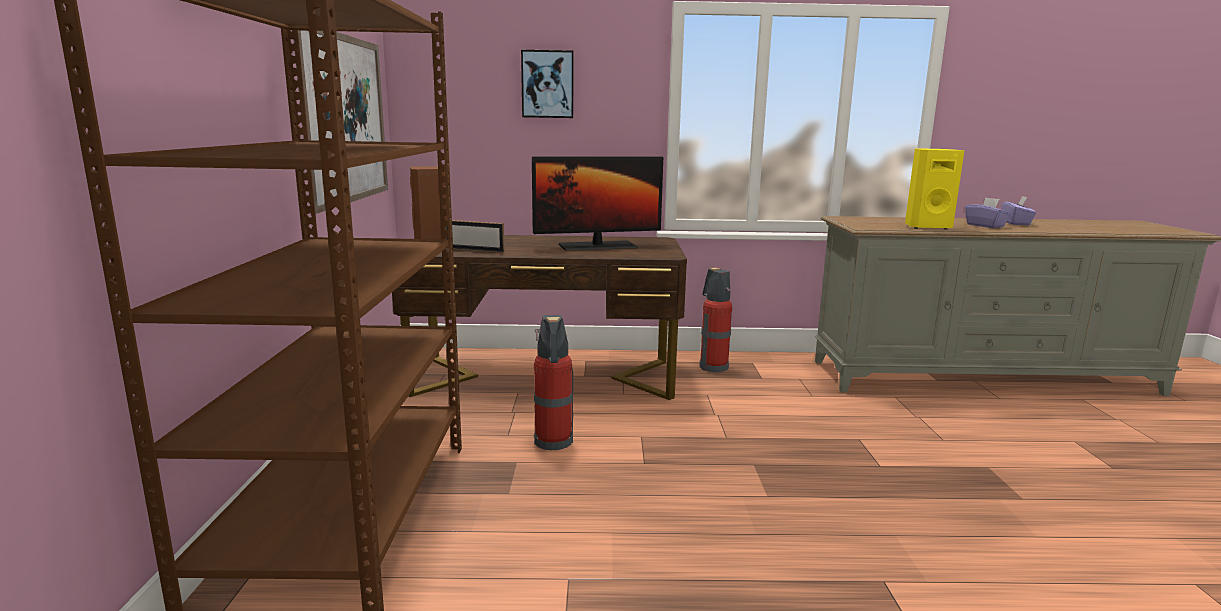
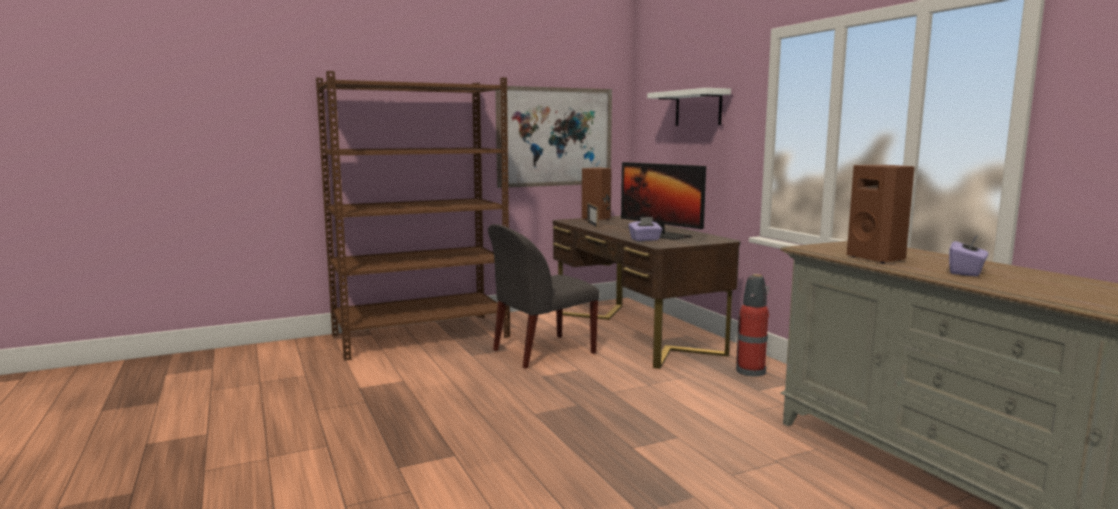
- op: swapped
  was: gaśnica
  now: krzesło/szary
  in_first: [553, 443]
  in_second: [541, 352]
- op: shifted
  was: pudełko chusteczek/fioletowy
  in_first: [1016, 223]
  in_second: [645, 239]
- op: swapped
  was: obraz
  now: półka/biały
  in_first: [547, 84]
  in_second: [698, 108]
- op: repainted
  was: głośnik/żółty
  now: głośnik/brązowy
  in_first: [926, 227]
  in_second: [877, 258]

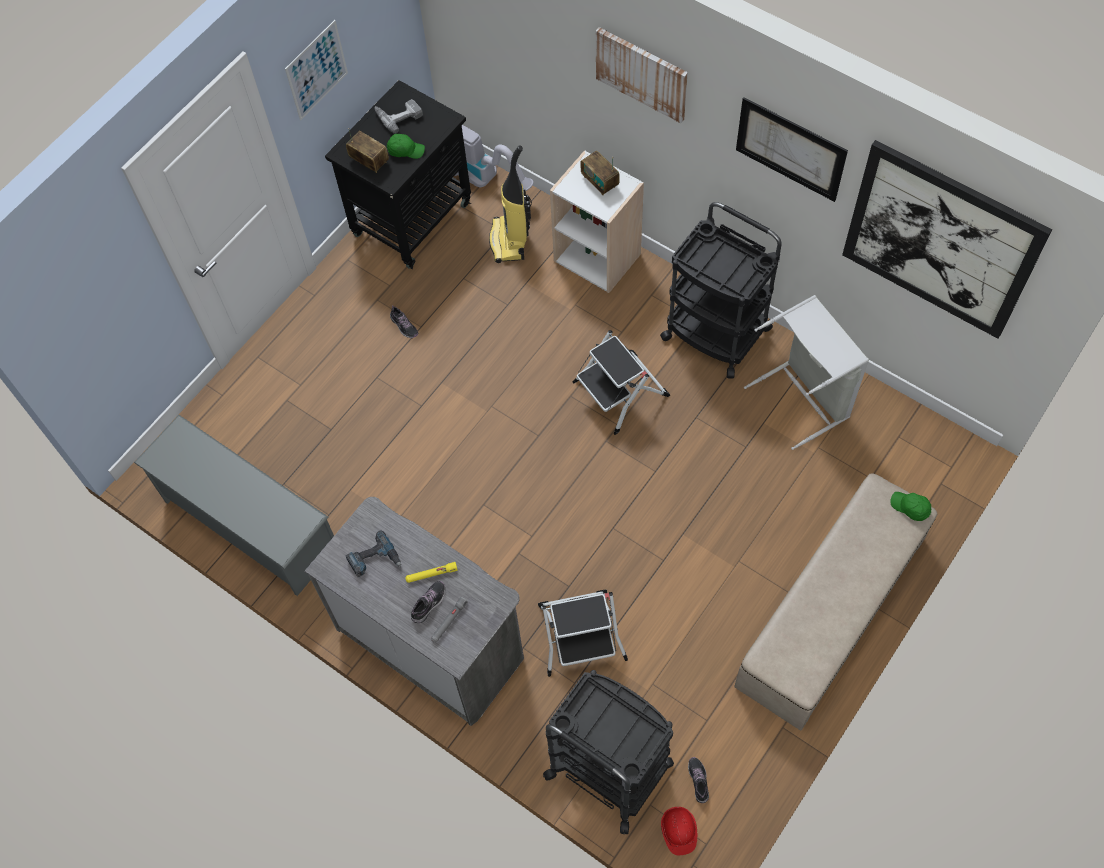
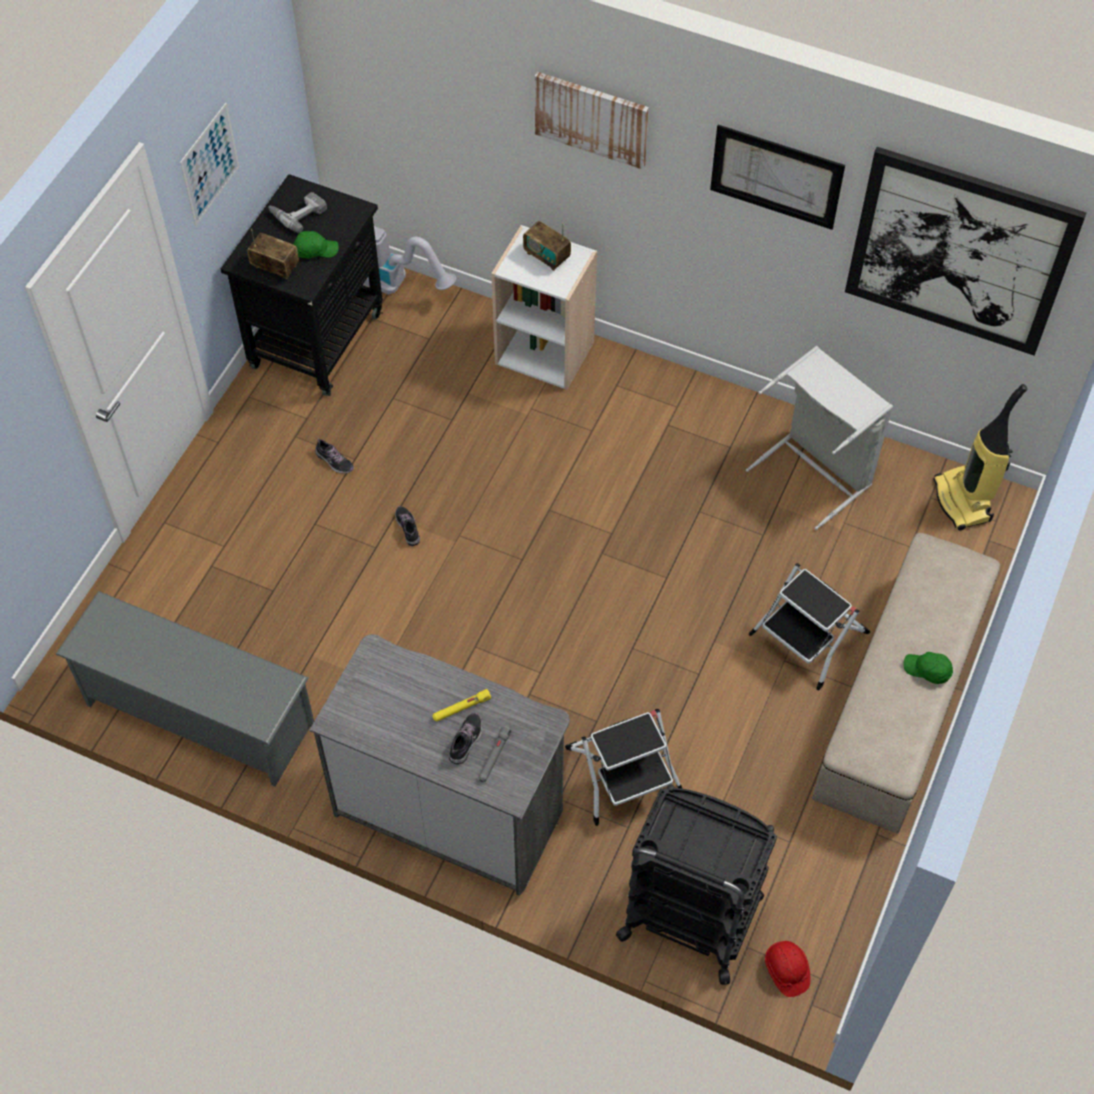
- op: shifted
  was: but
  in_first: [698, 781]
  in_second: [408, 528]
- op: shifted
  was: drabinka
  in_first: [620, 391]
  in_second: [809, 636]
- op: shifted
  was: czapka z daszkiem/zielony
  in_first: [910, 508]
  in_second: [927, 670]
- op: shifted
  was: odkurzacz
  in_first: [510, 241]
  in_second: [963, 501]
- op: gone
  was: wiertarka
  in_first: [374, 560]
- op: gone
  was: wózek/czarny
  in_first: [715, 333]

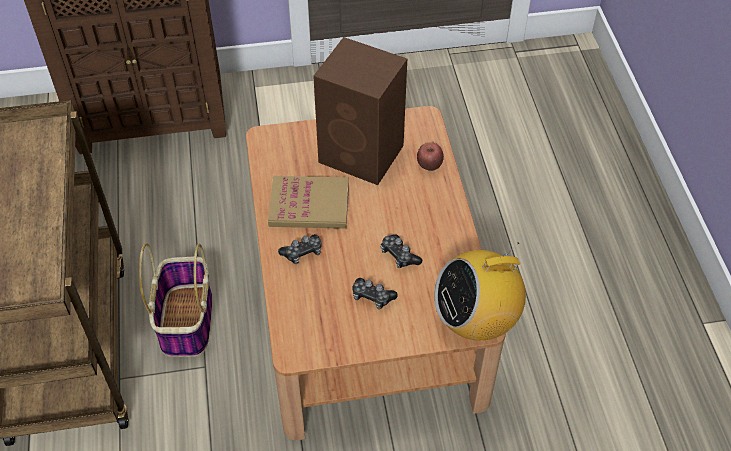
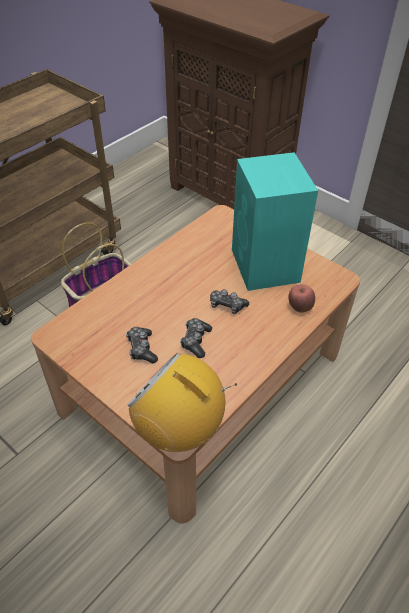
- op: shifted
  was: pad do gier
  in_first: [302, 253]
  in_second: [227, 305]
- op: repainted
  was: głośnik/brązowy
  now: głośnik/turkusowy
  in_first: [363, 154]
  in_second: [265, 267]
- op: gone
  was: książka
  in_first: [309, 205]

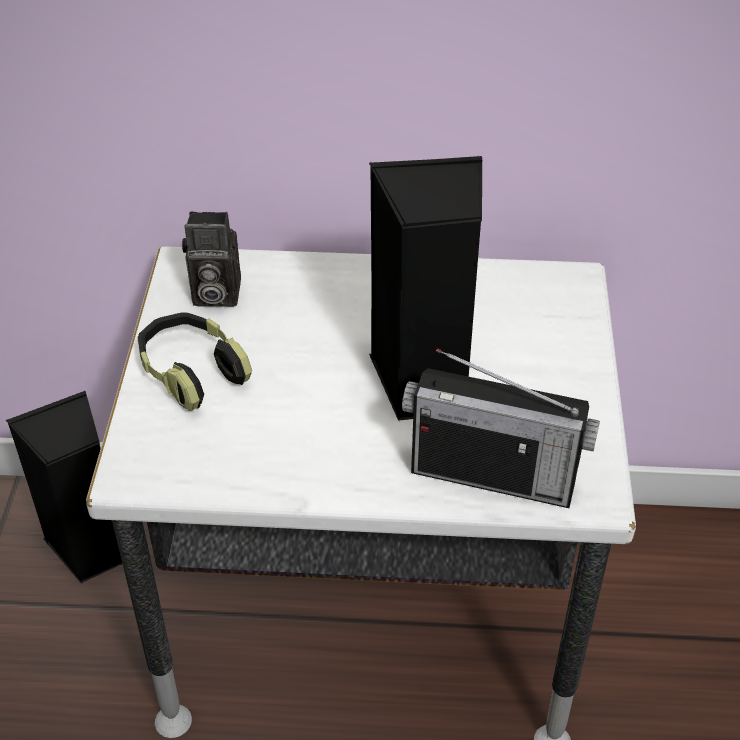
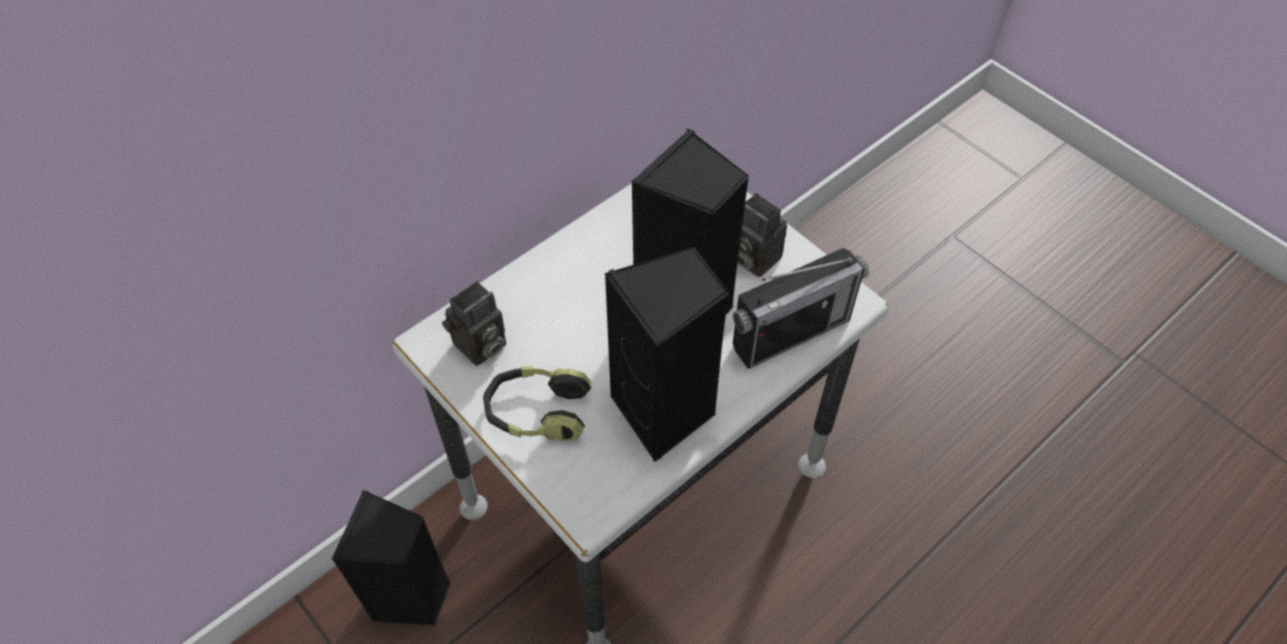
- op: new
  now: głośnik/czarny
  in_second: [666, 412]
- op: new
  now: aparat fotograficzny
  in_second: [752, 258]

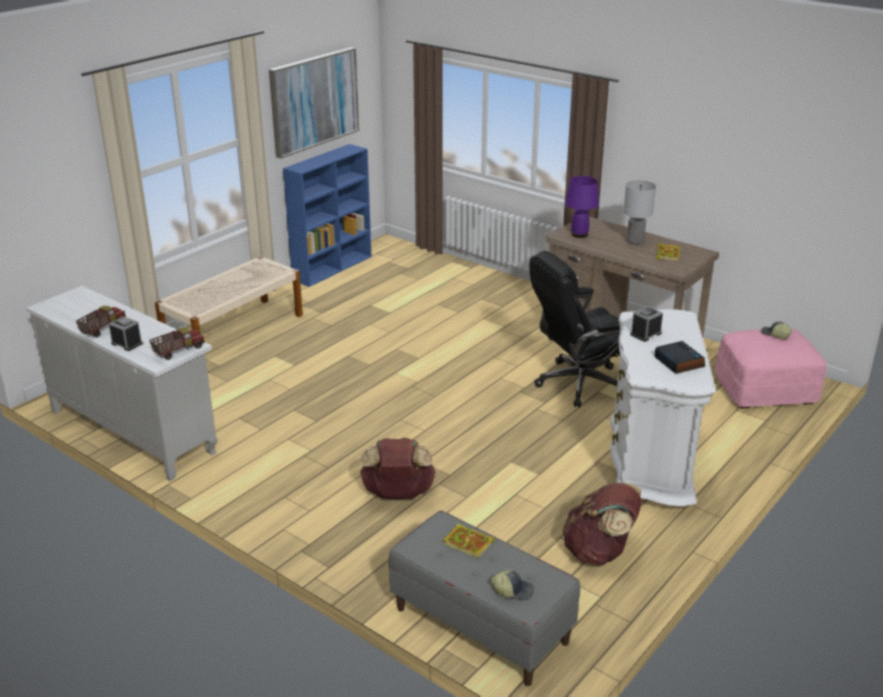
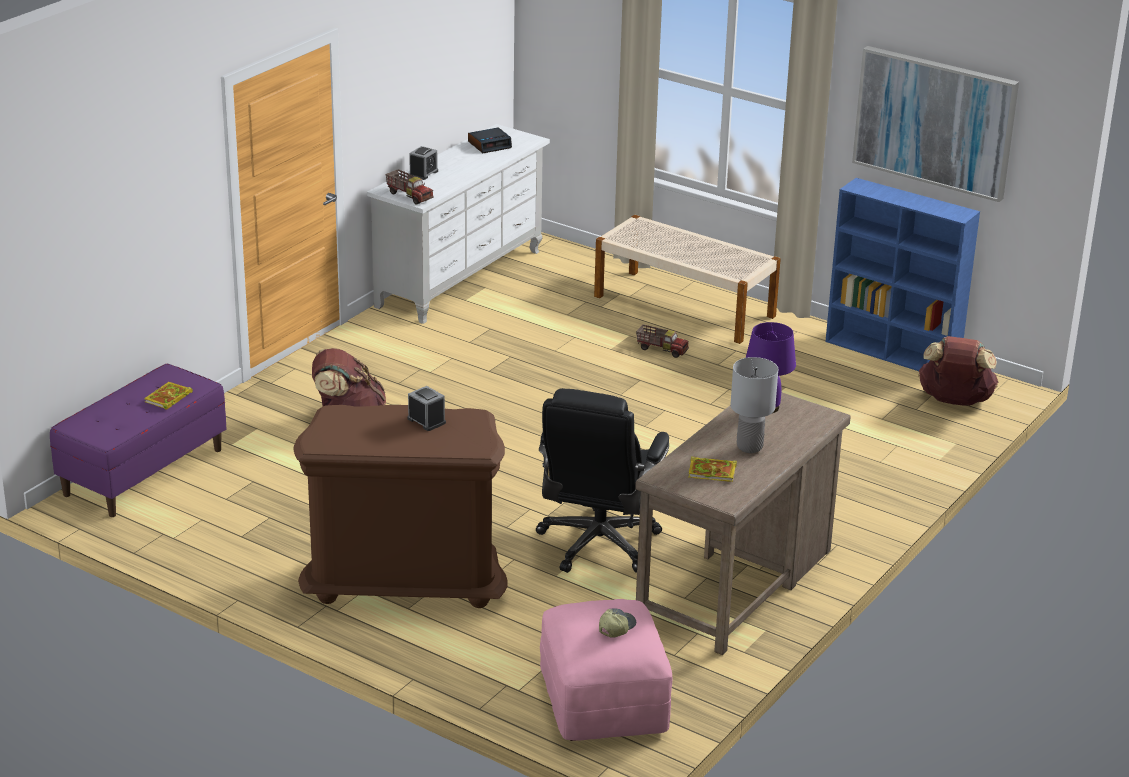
- op: repainted
  was: ławka/szary
  now: ławka/fioletowy
  in_first: [480, 626]
  in_second: [143, 472]
- op: repainted
  was: komoda/biały
  now: komoda/brązowy
  in_first: [650, 465]
  in_second: [405, 584]
- op: shifted
  was: budzik
  in_first: [678, 362]
  in_second: [490, 145]
- op: rotated
  was: krzesło biurowe/czarny
  in_first: [580, 383]
  in_second: [599, 543]
  clockwise: -135
- op: shifted
  was: ciężarówka zabawkowa
  in_first: [102, 328]
  in_second: [661, 349]
- op: shifted
  was: plecak/brązowy
  in_first: [599, 552]
  in_second: [954, 401]
- op: gone
  was: czapka z daszkiem
  in_first: [513, 590]

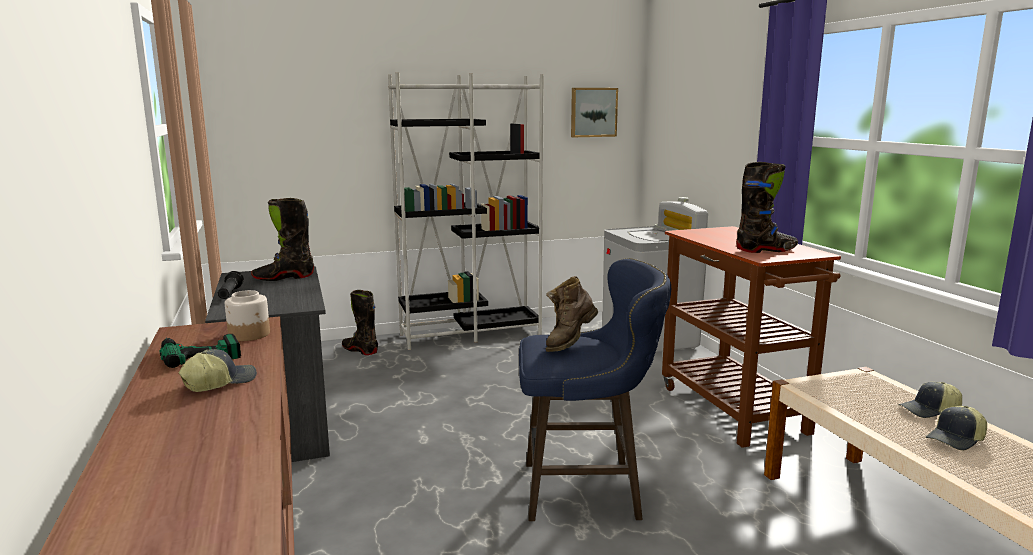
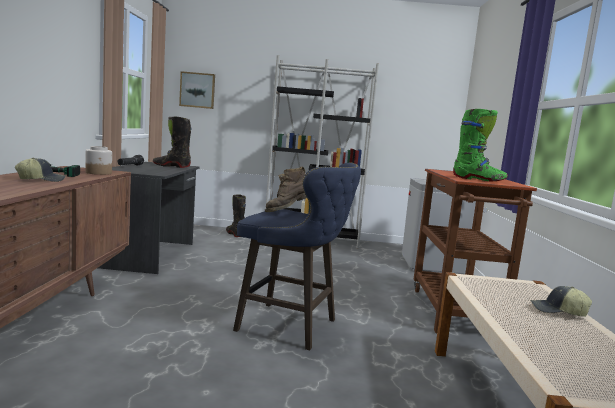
- op: shifted
  was: obraz
  in_first: [593, 112]
  in_second: [197, 90]
- op: repainted
  was: but z cholewką/czarny
  now: but z cholewką/zielony
  in_first: [766, 250]
  in_second: [479, 179]
- op: gone
  was: czapka z daszkiem
  in_first: [956, 440]

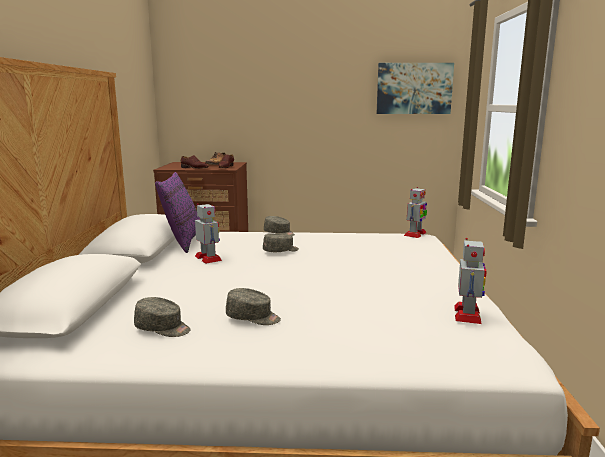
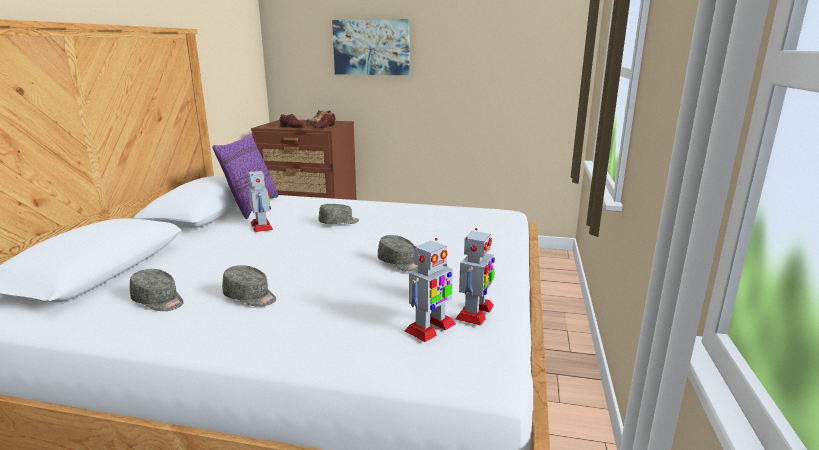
- op: shifted
  was: obraz
  in_first: [414, 88]
  in_second: [371, 47]
- op: shifted
  was: czapka z daszkiem/szary
  in_first: [279, 233]
  in_second: [400, 263]
- op: shifted
  was: robot zabawkowy
  in_first: [415, 234]
  in_second: [430, 328]

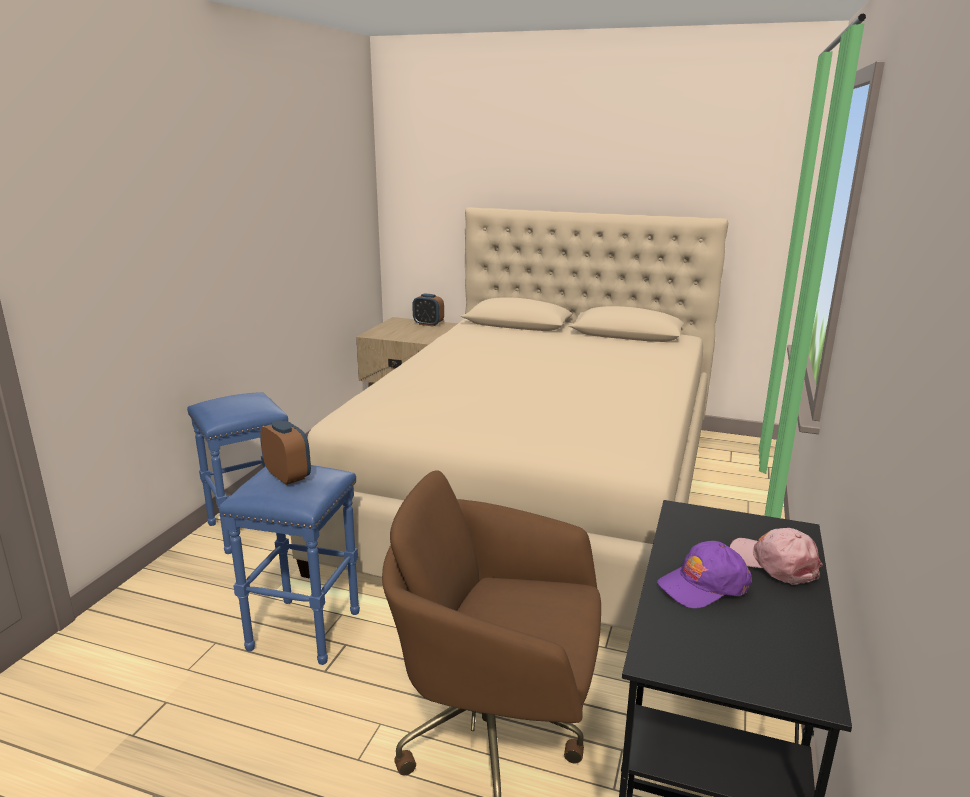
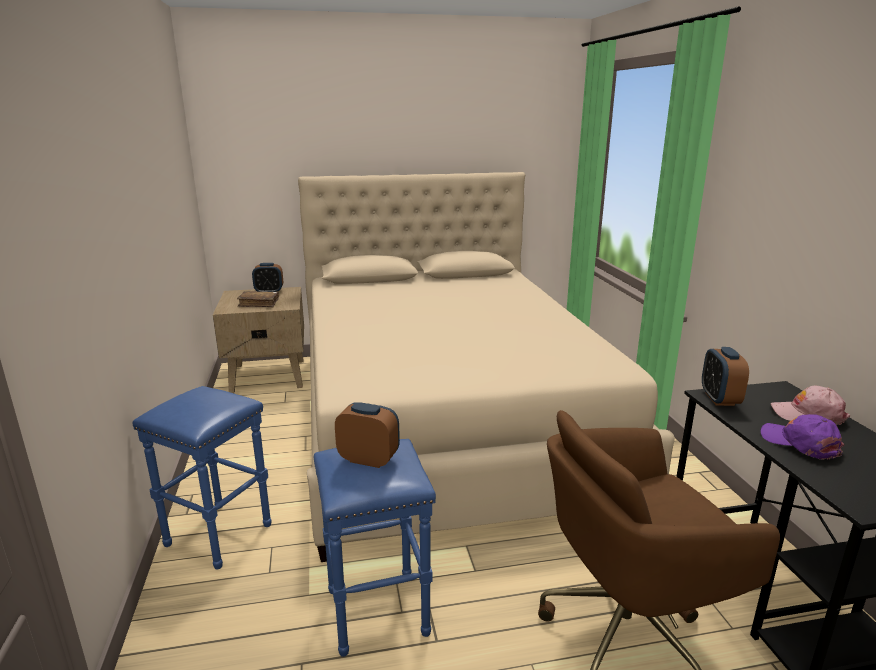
- op: new
  now: książka/brązowy
  in_second: [259, 303]
- op: new
  now: budzik
  in_second: [719, 399]
- op: rotated
  was: czapka z daszkiem/fioletowy
  in_first: [703, 585]
  in_second: [800, 443]
  clockwise: 105

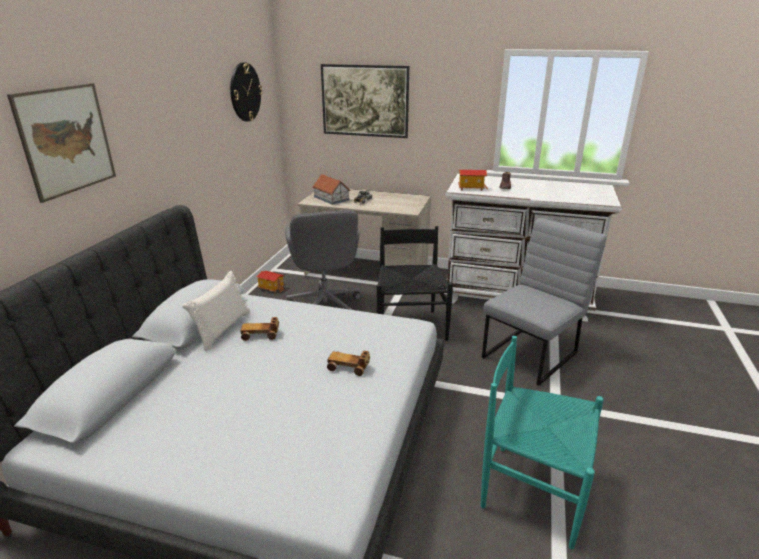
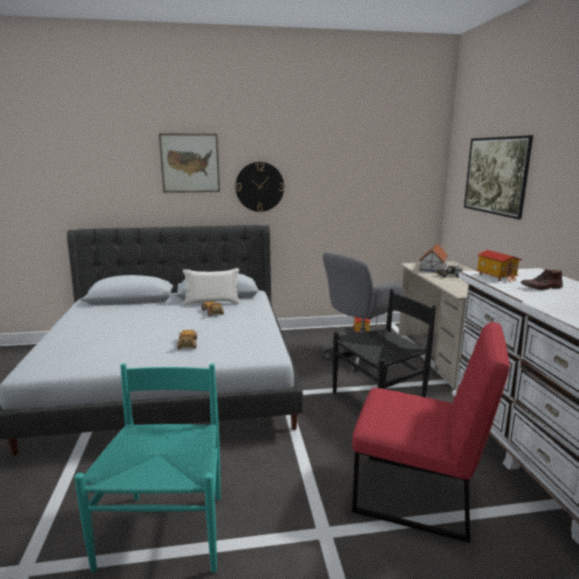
- op: shifted
  was: zegar ścienny
  in_first: [245, 92]
  in_second: [259, 187]
- op: repainted
  was: krzesło/szary
  now: krzesło/czerwony
  in_first: [532, 354]
  in_second: [417, 496]

